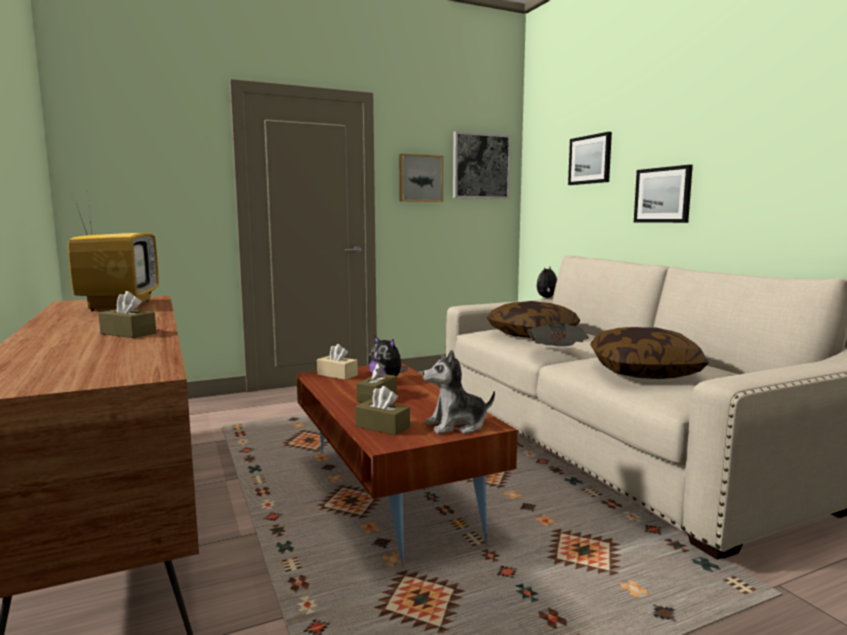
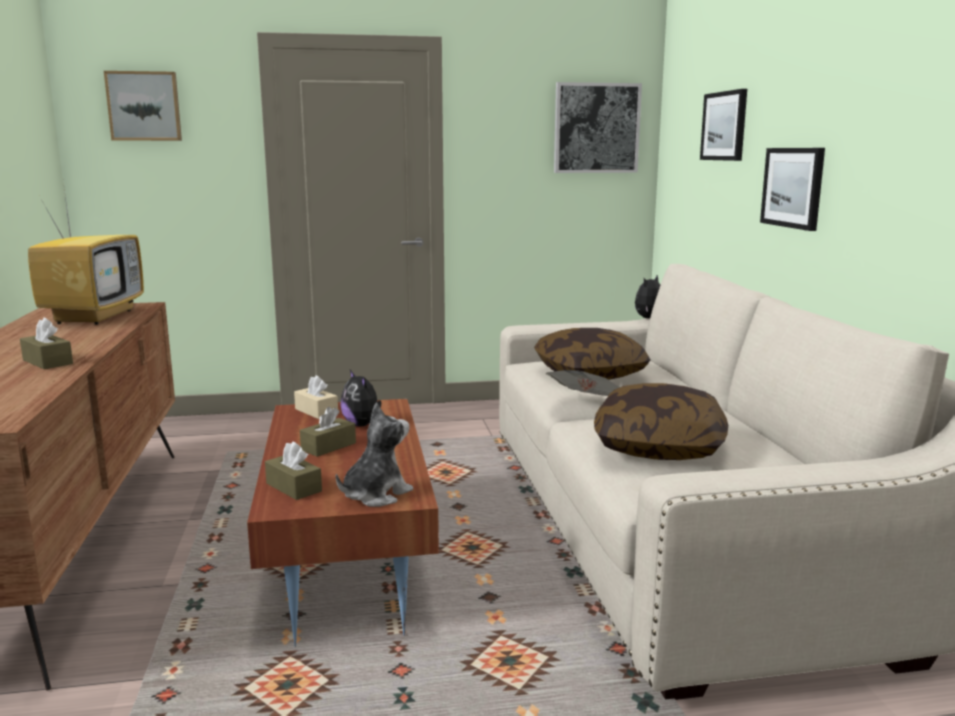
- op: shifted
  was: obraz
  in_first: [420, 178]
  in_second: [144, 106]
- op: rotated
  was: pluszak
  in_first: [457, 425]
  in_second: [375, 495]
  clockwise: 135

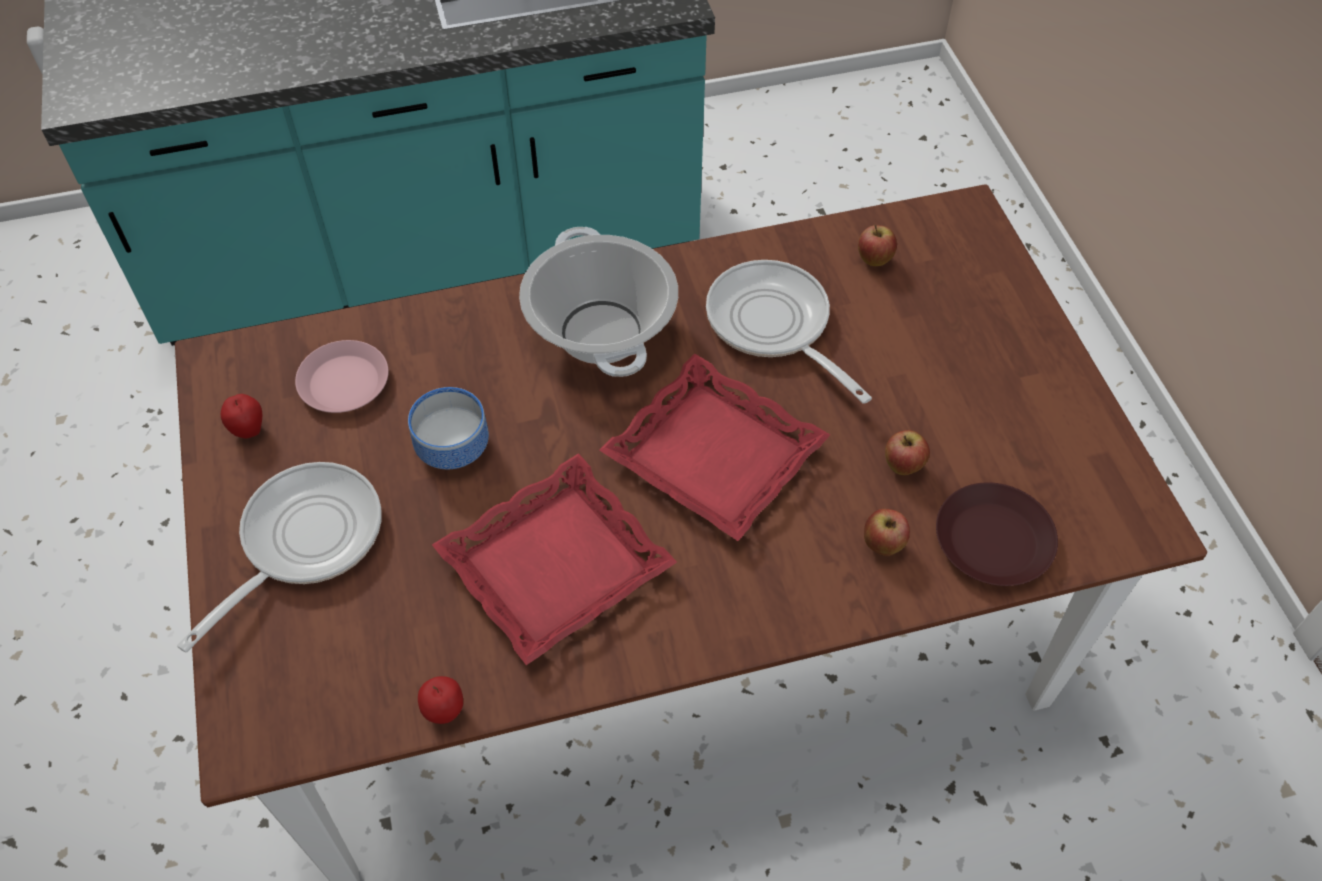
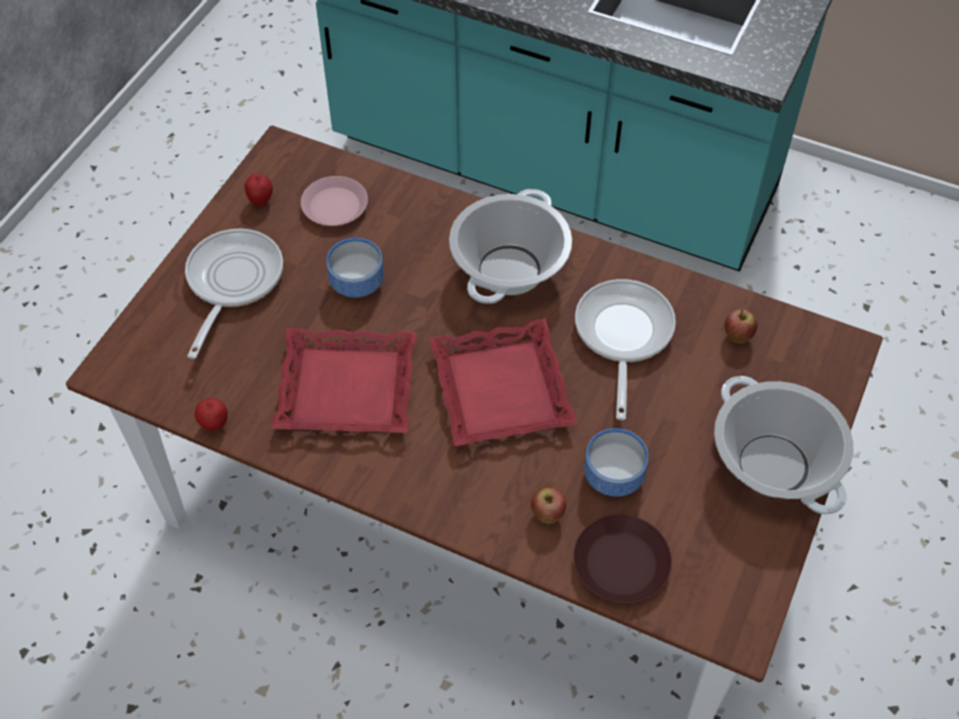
- op: rotated
  was: patelnia
  in_first: [304, 541]
  in_second: [232, 282]
  clockwise: -60
- op: swapped
  was: jabłko
  now: miska
  in_first: [902, 467]
  in_second: [612, 478]
- op: new
  now: garnek
  in_second: [773, 465]

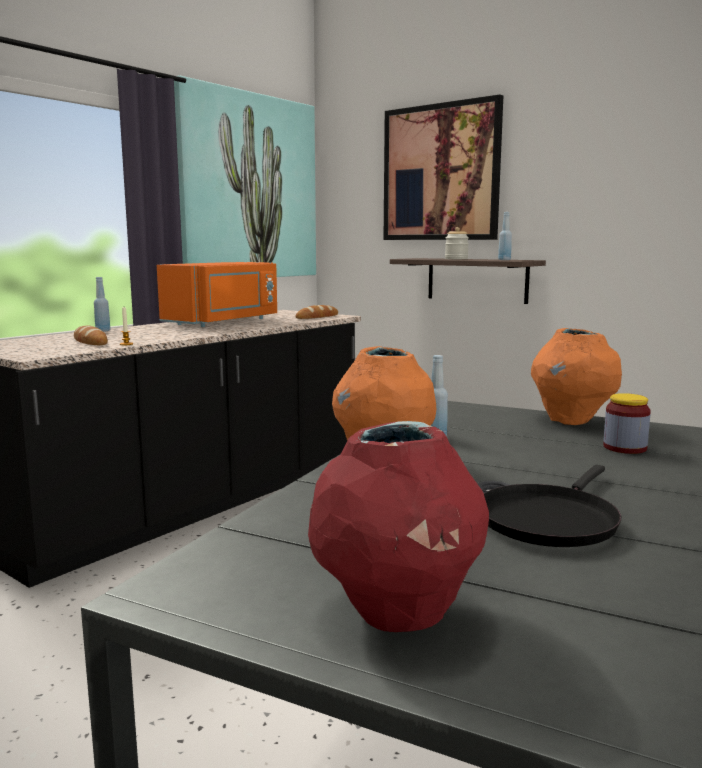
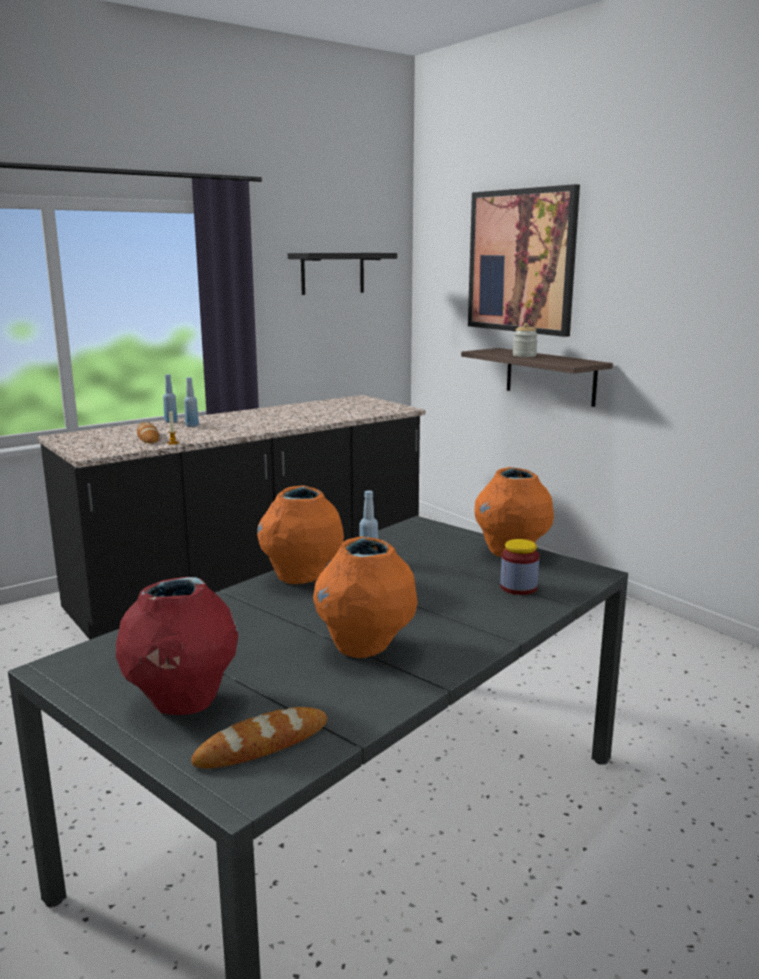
- op: shifted
  was: butelka/niebieski
  in_first: [504, 260]
  in_second: [192, 426]
- op: shifted
  was: chleb
  in_first: [317, 317]
  in_second: [262, 744]
- op: swapped
  was: obraz
  now: półka/czarny
  in_first: [248, 188]
  in_second: [332, 273]
- op: swapped
  was: patelnia/czarny
  now: wazon/pomarańczowy
  in_first: [549, 519]
  in_second: [365, 648]
- op: gone
  was: mikrofalówka/pomarańczowy
  in_first: [224, 322]

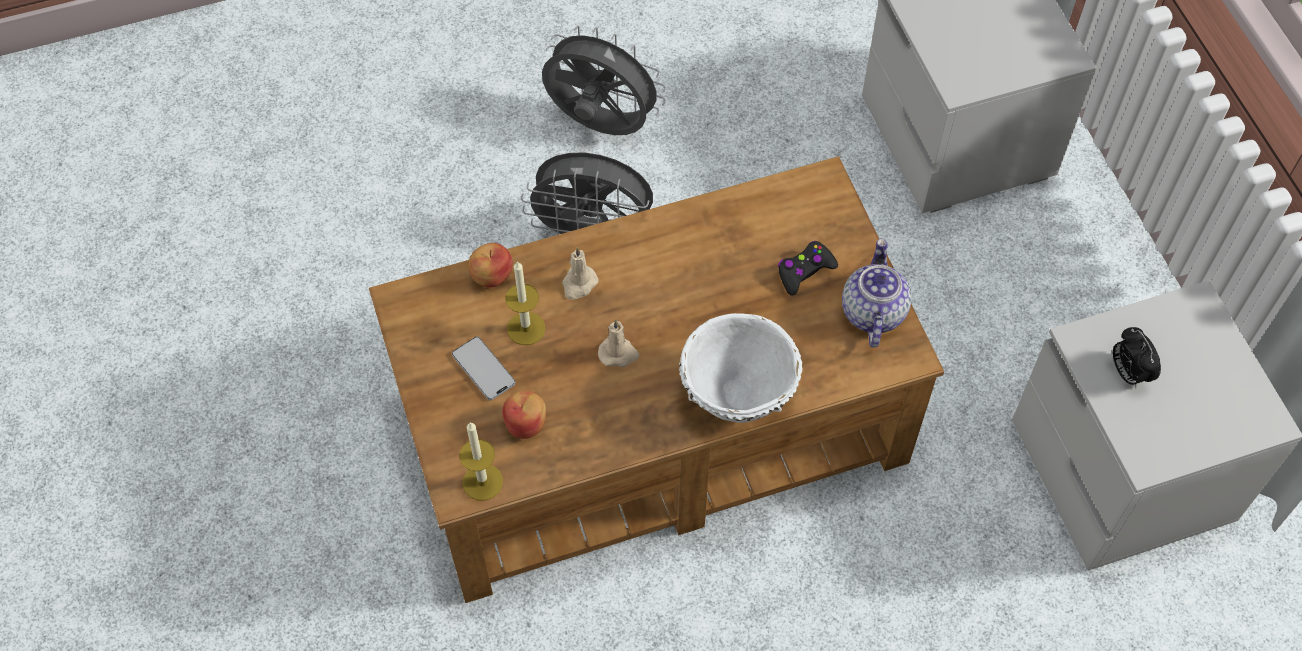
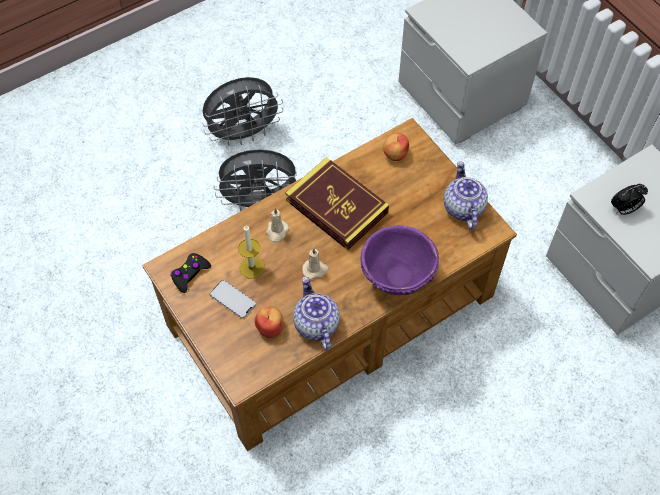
- op: shifted
  was: pad do gier/czarny
  in_first: [804, 271]
  in_second: [190, 274]
- op: rotated
  was: wentylator/szary
  in_first: [599, 126]
  in_second: [243, 134]
  clockwise: 150
- op: new
  now: książka
  in_second: [336, 206]
- op: new
  now: imbryk
  in_second: [315, 324]
- op: repainted
  was: miska/biały
  now: miska/fioletowy
  in_first: [736, 393]
  in_second: [396, 277]
- op: shifted
  was: jabłko
  in_first: [492, 275]
  in_second: [395, 154]
- op: rotated
  was: budzik
  in_first: [1128, 372]
  in_second: [624, 209]
  clockwise: -75
- op: gone
  was: świeca
  in_first: [482, 482]

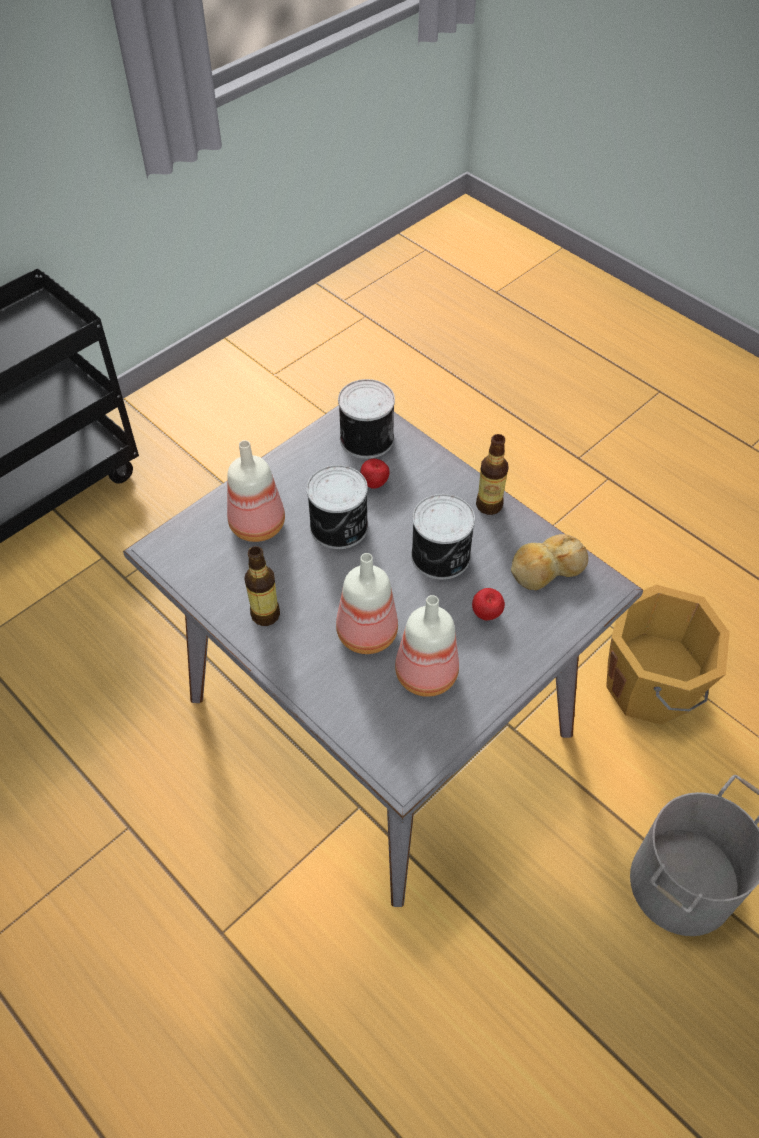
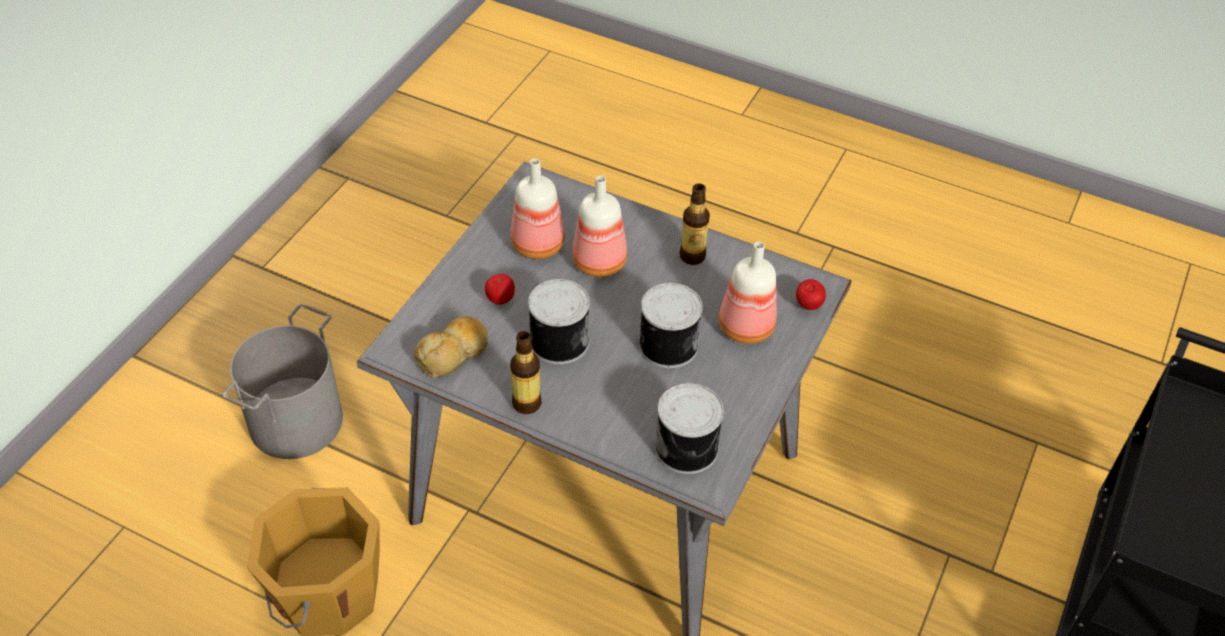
- op: shifted
  was: jabłko
  in_first: [375, 484]
  in_second: [808, 306]

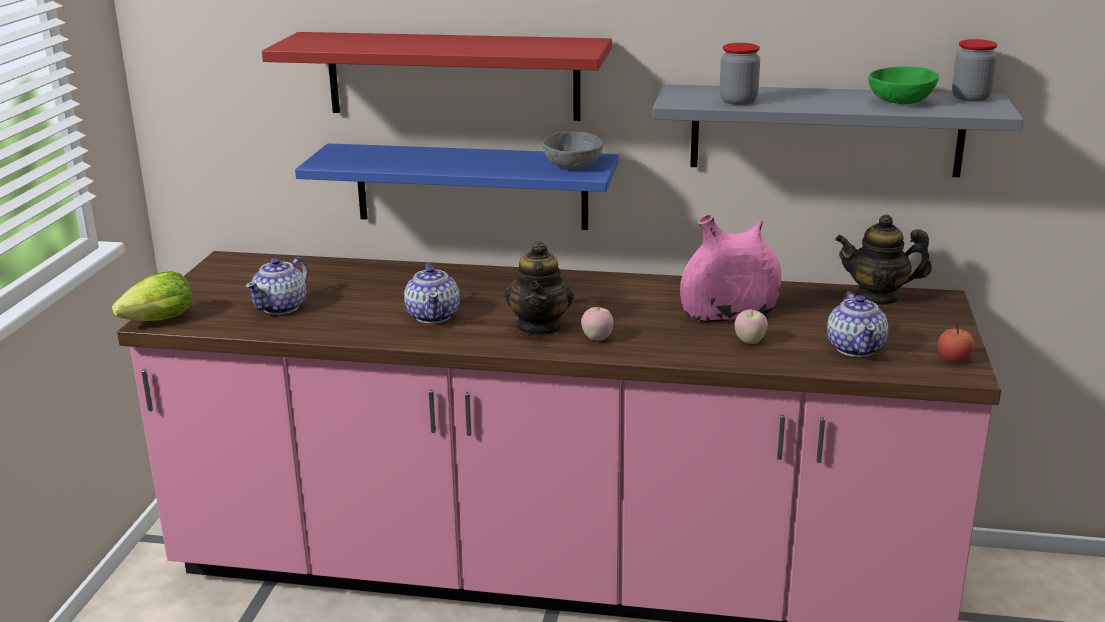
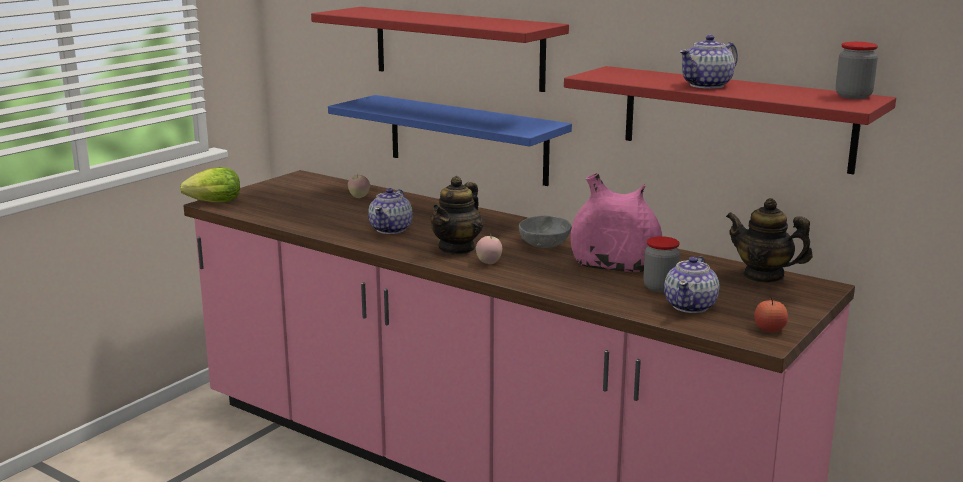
- op: shifted
  was: jabłko
  in_first: [750, 341]
  in_second: [359, 197]
- op: shifted
  was: miska/szary
  in_first: [574, 166]
  in_second: [545, 245]
- op: repainted
  was: półka/szary
  now: półka/czerwony
  in_first: [826, 130]
  in_second: [736, 118]
- op: shifted
  was: słoik
  in_first: [738, 101]
  in_second: [660, 287]
- op: shifted
  was: imbryk
  in_first: [282, 307]
  in_second: [707, 85]
- op: gone
  was: miska/zielony
  in_first: [900, 102]

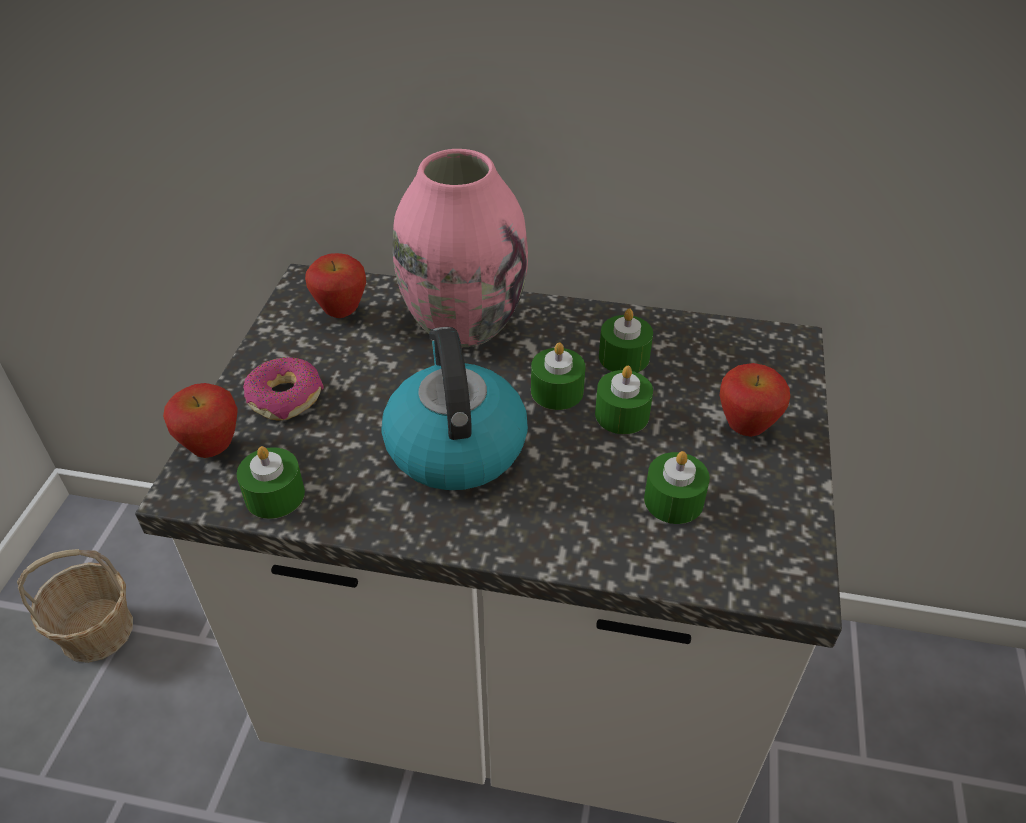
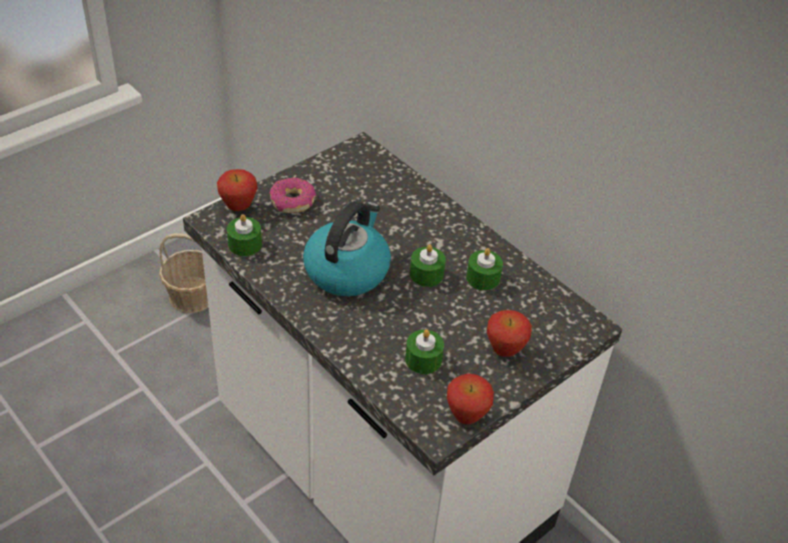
- op: shifted
  was: jabłko
  in_first: [341, 312]
  in_second: [466, 417]
- op: gone
  was: wazon/różowy
  in_first: [463, 324]
- op: gone
  was: świeca/zielony
  in_first: [622, 414]

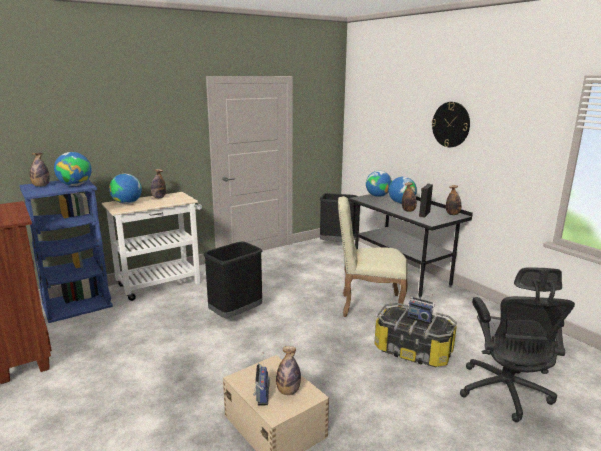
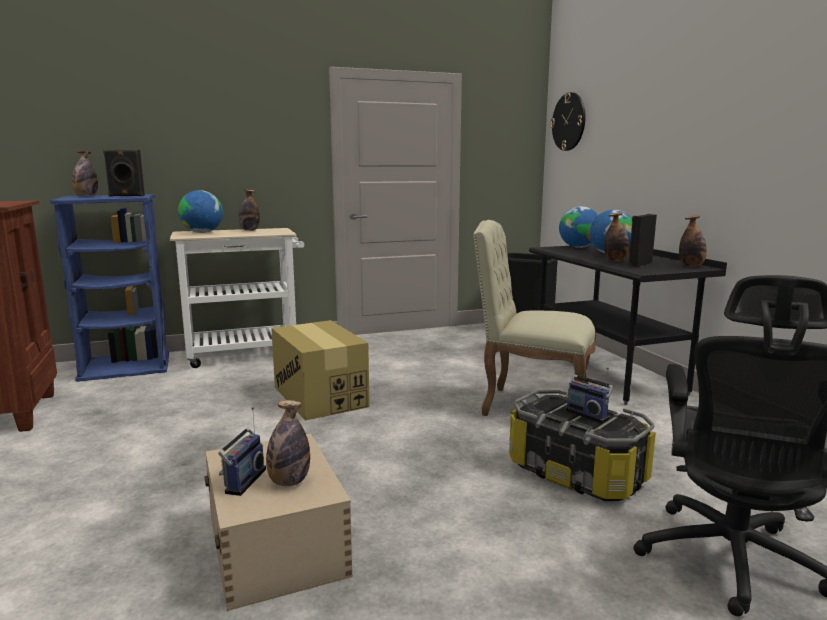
- op: swapped
  was: globus
  now: głośnik/czarny
  in_first: [75, 185]
  in_second: [126, 196]
- op: swapped
  was: kosz na śmieci/czarny
  now: karton
  in_first: [235, 315]
  in_second: [320, 396]
- op: shifted
  was: zegar ścienny
  in_first: [451, 124]
  in_second: [569, 122]

